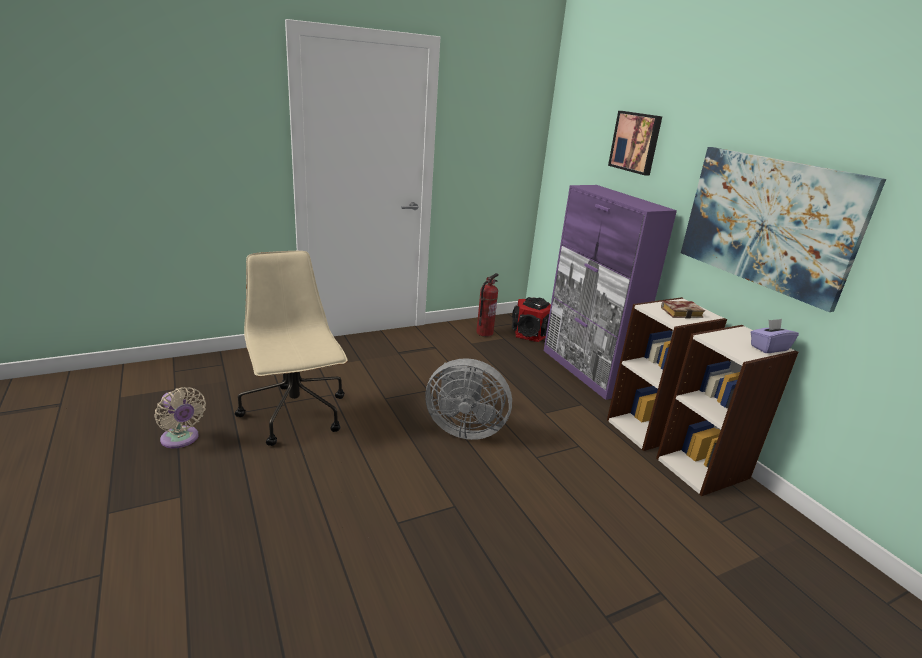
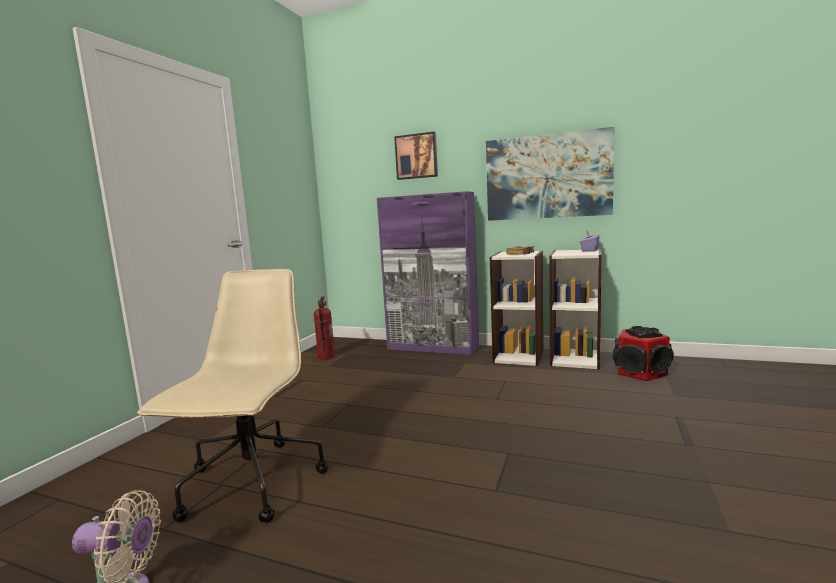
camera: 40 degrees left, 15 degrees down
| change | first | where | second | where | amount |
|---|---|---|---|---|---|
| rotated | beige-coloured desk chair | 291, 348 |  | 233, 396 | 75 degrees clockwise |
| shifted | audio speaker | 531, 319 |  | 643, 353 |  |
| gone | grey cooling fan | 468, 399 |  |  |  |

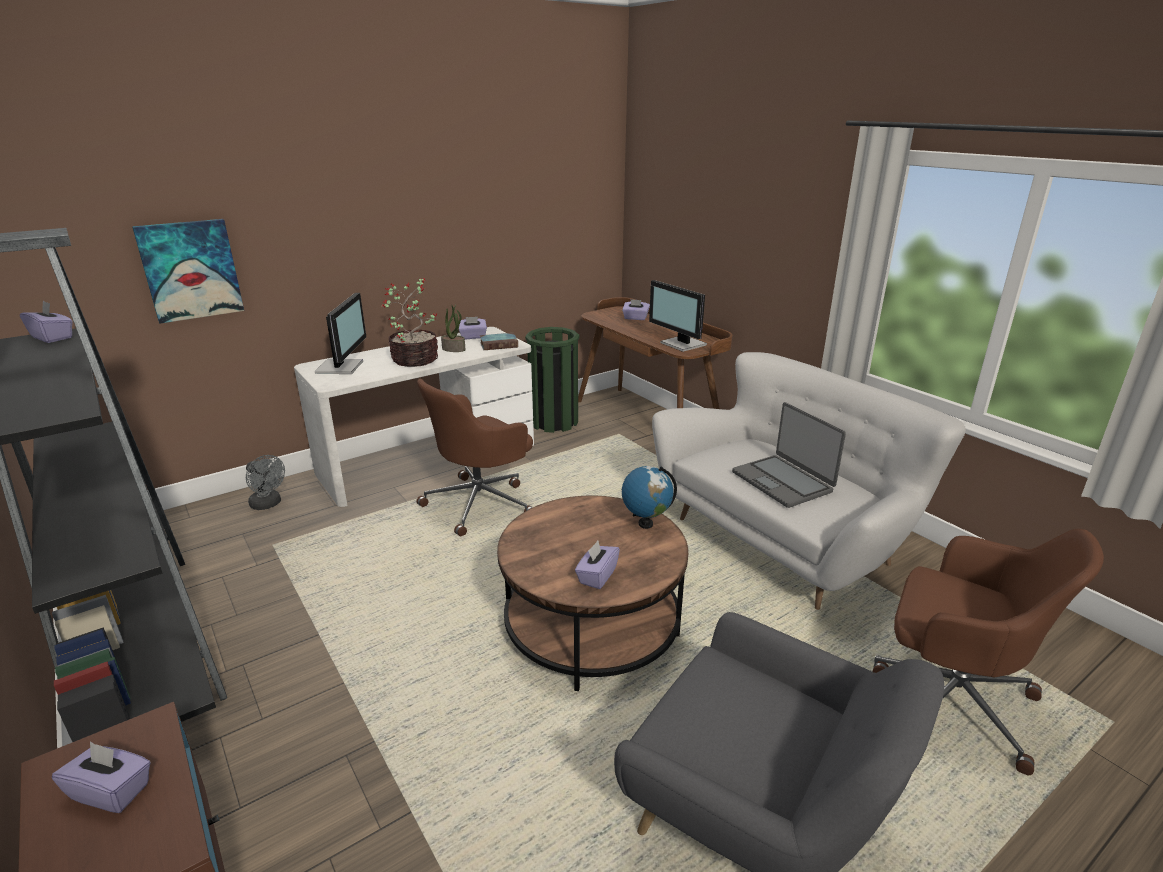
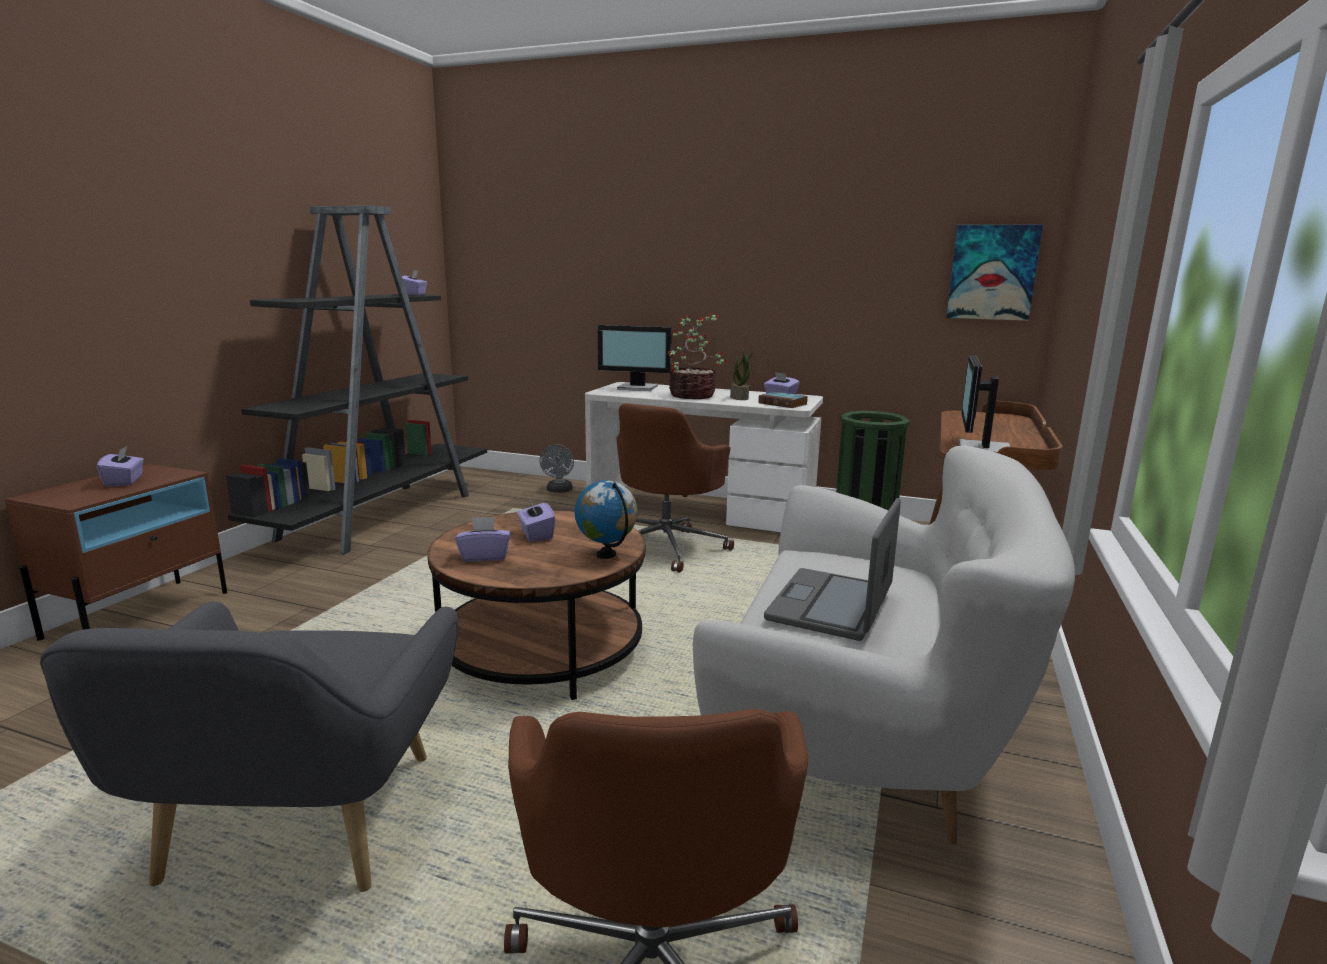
camera: 55 degrees right, 10 degrees down
| change | first | where | second | where | amount |
|---|---|---|---|---|---|
| shifted | purple box of tissues | 636, 309 |  | 536, 519 |  |
| rotated | monitor | 340, 333 |  | 635, 358 | 45 degrees clockwise |
| rotated | brown desk chair | 474, 458 |  | 675, 488 | 75 degrees counterclockwise |
| shifted | picture | 188, 271 |  | 994, 273 |  |

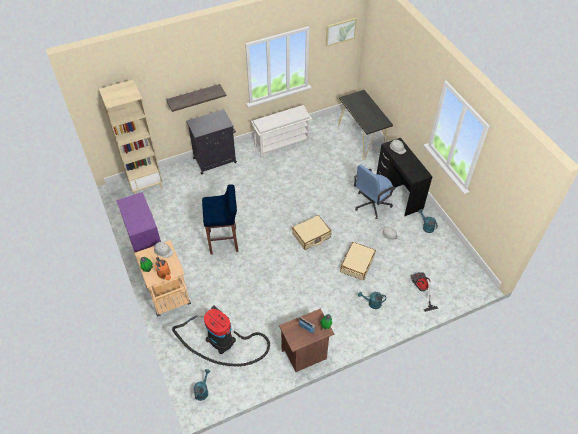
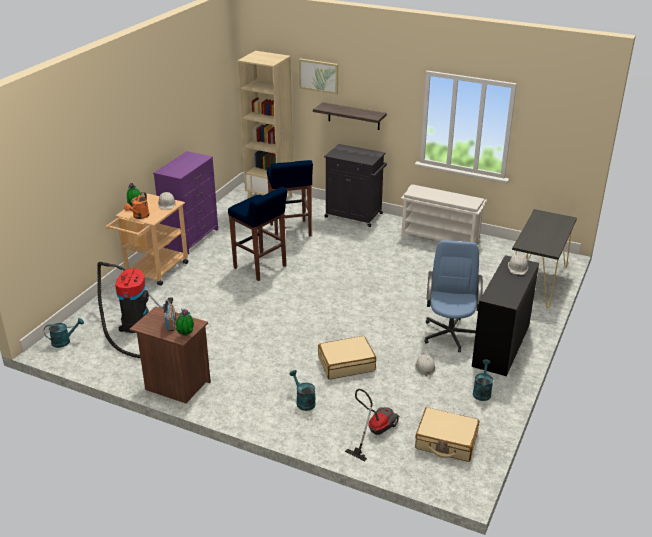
camera: 50 degrees right, 20 degrees down
| change | first | where | second | where | amount |
|---|---|---|---|---|---|
| new |  |  | blue-coloured stool seat | 290, 200 |  |
| shifted | picture | 341, 32 |  | 318, 76 |  |
| shifted | beige-coloured suitcase | 311, 232 |  | 447, 434 |  |
| rotated | blue-coloured desk chair | 374, 192 |  | 453, 296 | 90 degrees clockwise |

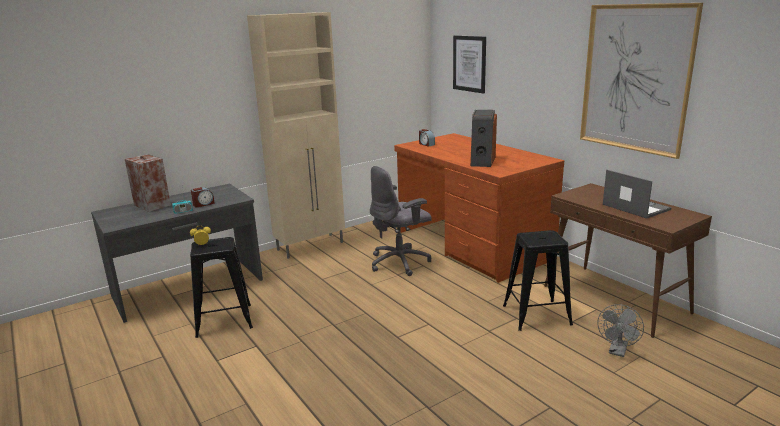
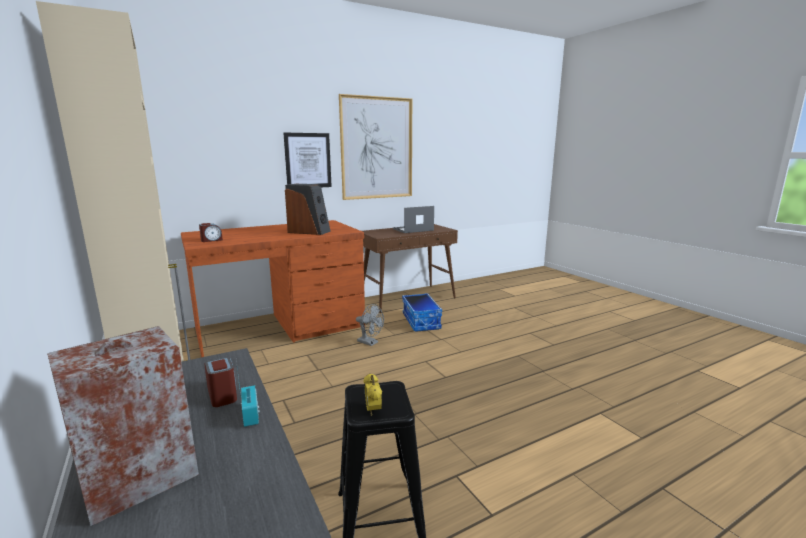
camera: 85 degrees left, 5 degrees down
| change | first | where | second | where | amount |
|---|---|---|---|---|---|
| shifted | picture | 469, 64 |  | 308, 160 |  |
| shifted | grey cooling fan | 621, 330 |  | 370, 325 |  |
| swapped | black stool seat | 538, 280 | storage container | 422, 312 |  |
| gone | grey desk chair | 400, 221 |  |  |  |

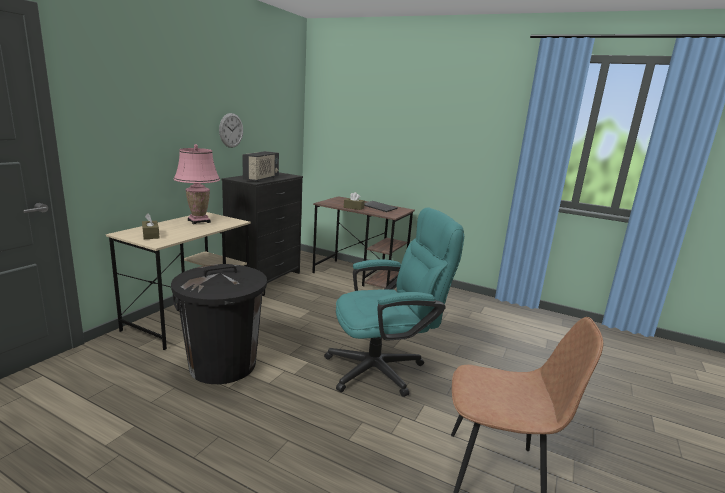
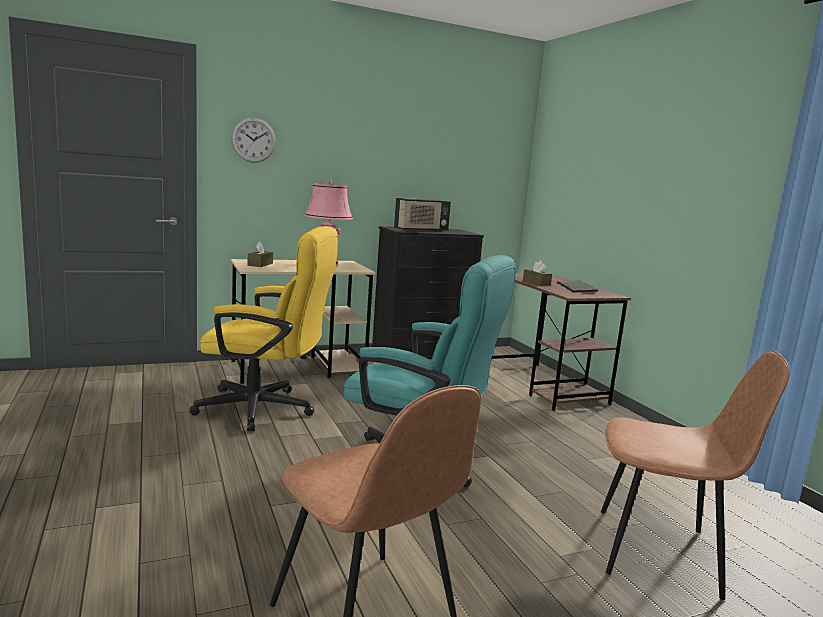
camera: 40 degrees right, 5 degrees down
| change | first | where | second | where | amount |
|---|---|---|---|---|---|
| swapped | black rubbish bin | 219, 324 | yellowish desk chair | 263, 328 |  |
| shifted | hanging clock | 231, 130 |  | 253, 140 |  |
| new |  |  | brown chair | 695, 475 |  |

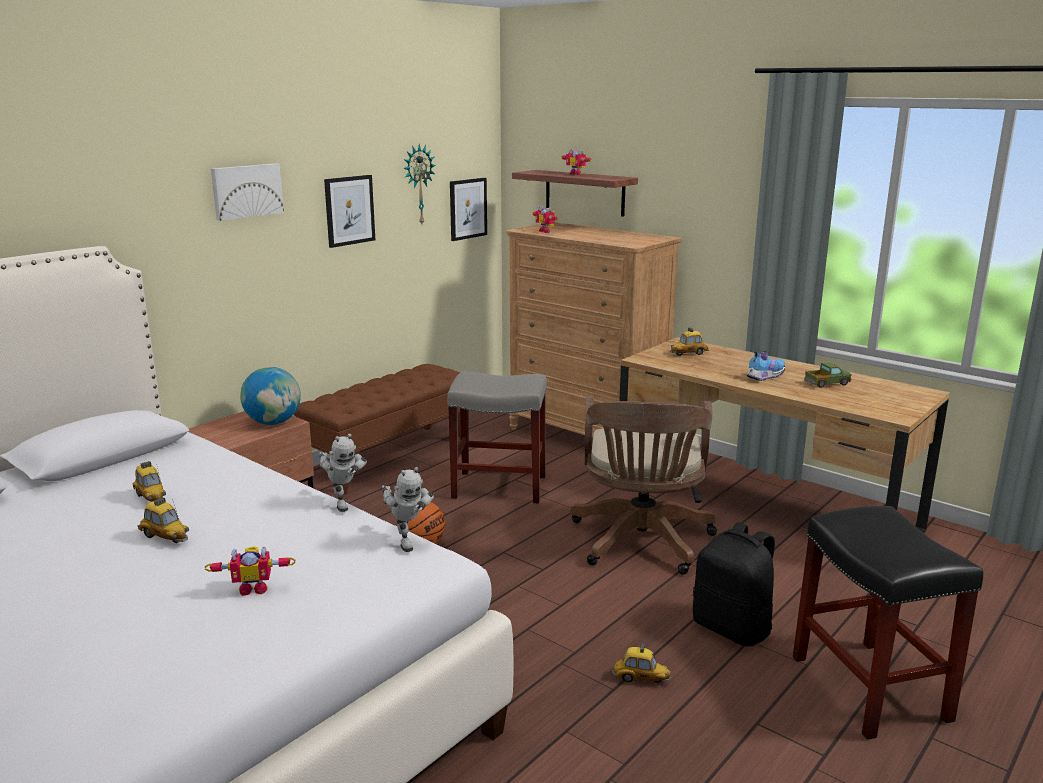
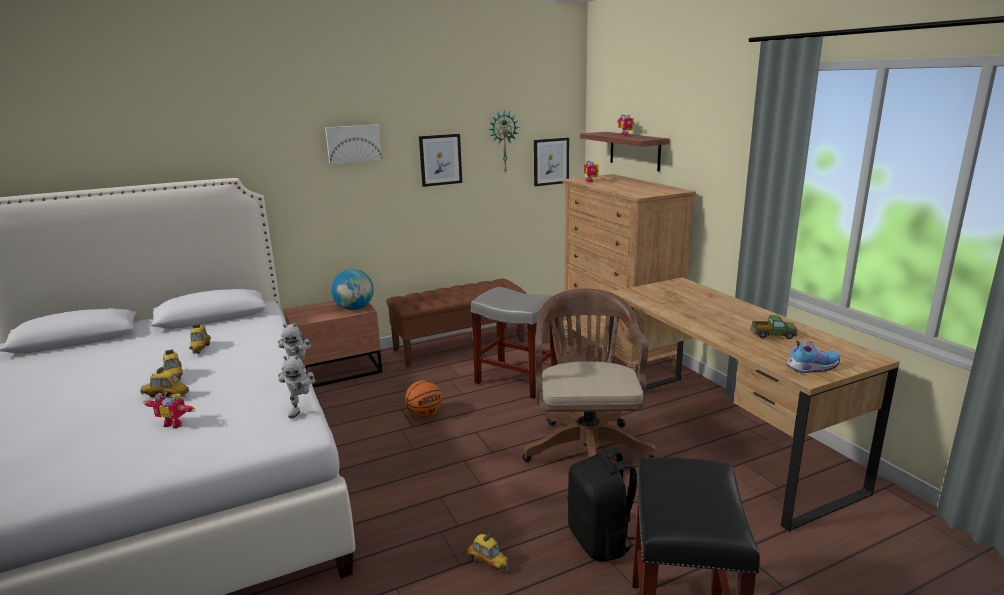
camera: 25 degrees right, 0 degrees up
| change | first | where | second | where | amount |
|---|---|---|---|---|---|
| shifted | miniature car | 689, 341 |  | 164, 382 |  |
| rotated | brown desk chair | 643, 485 |  | 589, 375 | 150 degrees clockwise |
| shifted | shoe | 765, 366 |  | 813, 357 |  |

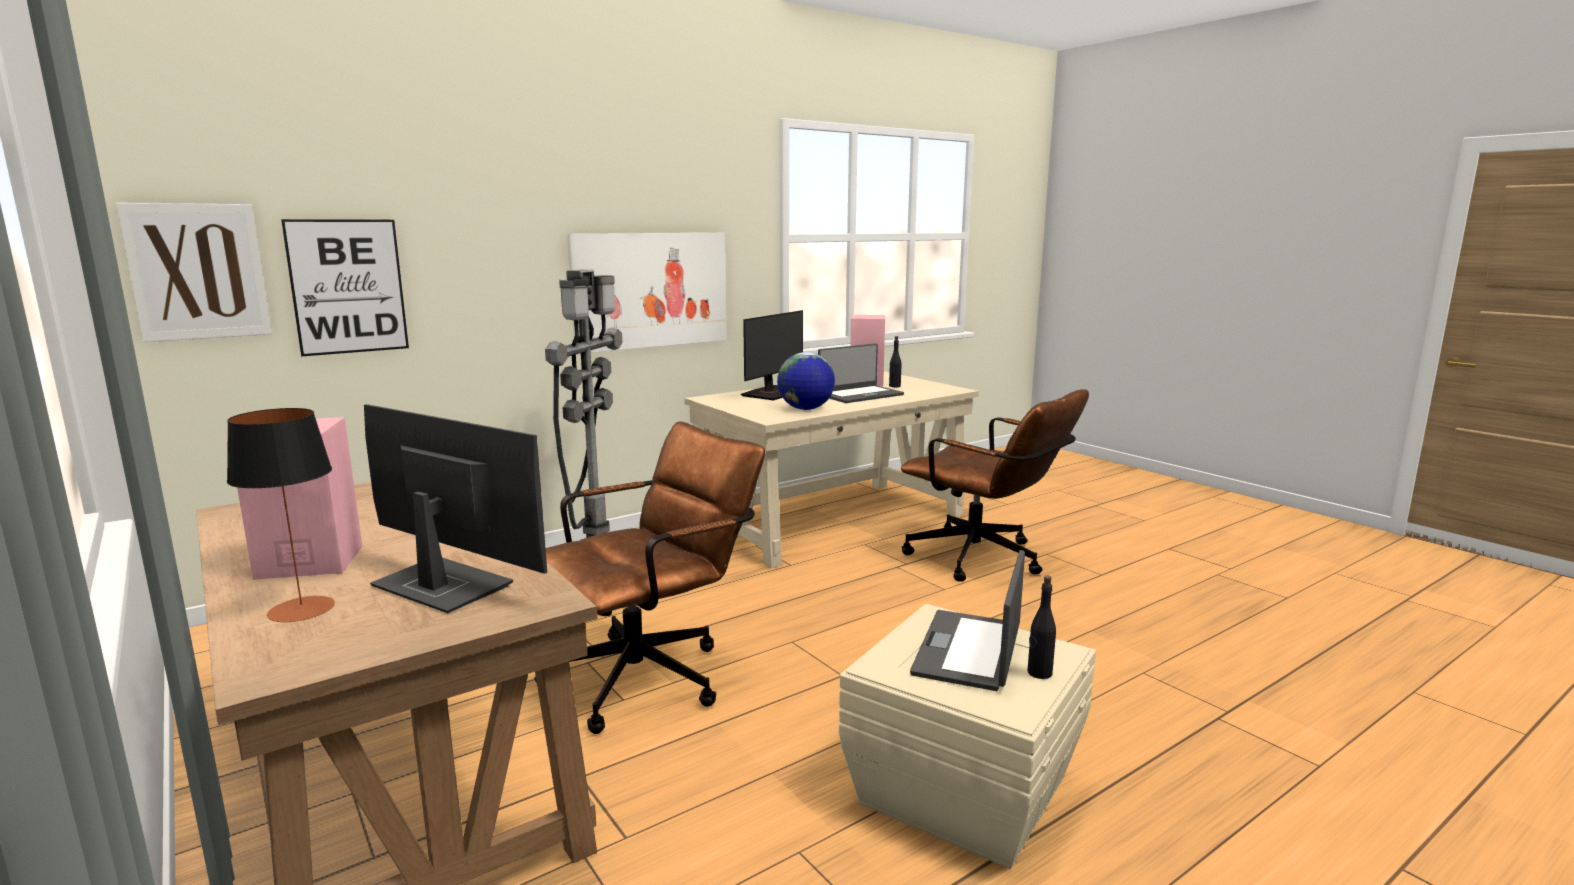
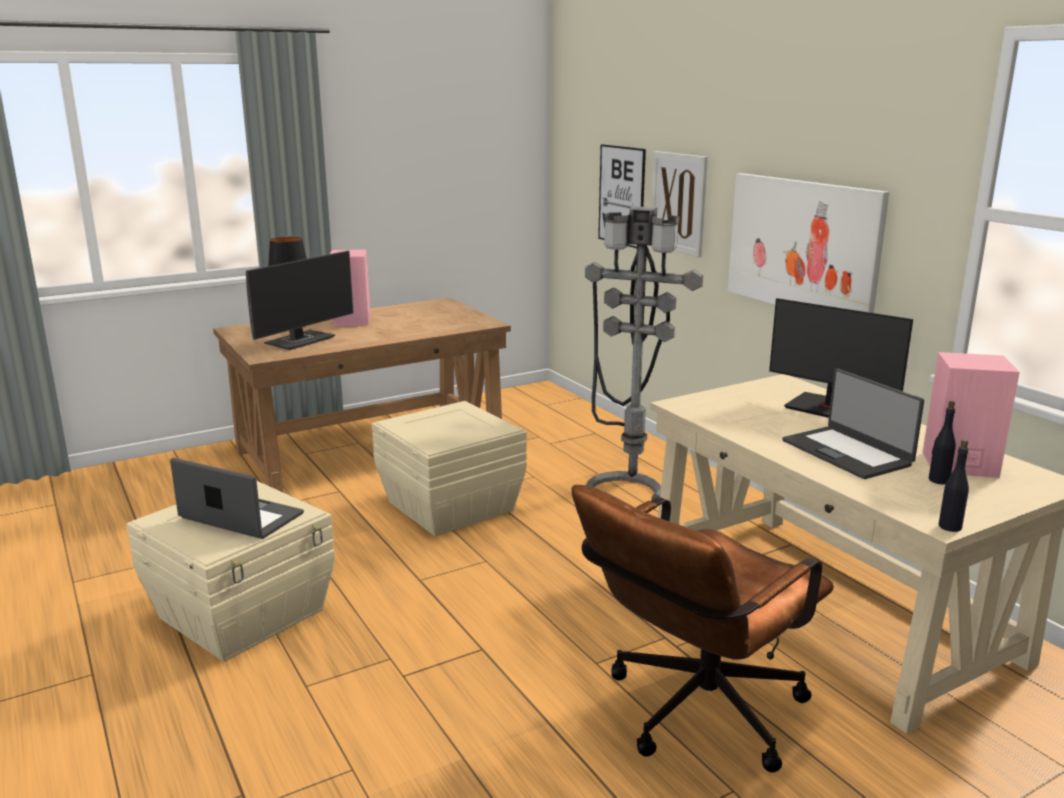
camera: 95 degrees right, 5 degrees up
| change | first | where | second | where | amount |
|---|---|---|---|---|---|
| swapped | brown desk chair | 649, 577 | beige-coloured storage container | 449, 468 |  |
| shifted | picture | 194, 272 |  | 679, 204 |  |
| shifted | black drink bottle | 1042, 627 |  | 954, 486 |  |
| gone | globe | 806, 381 |  |  |  |

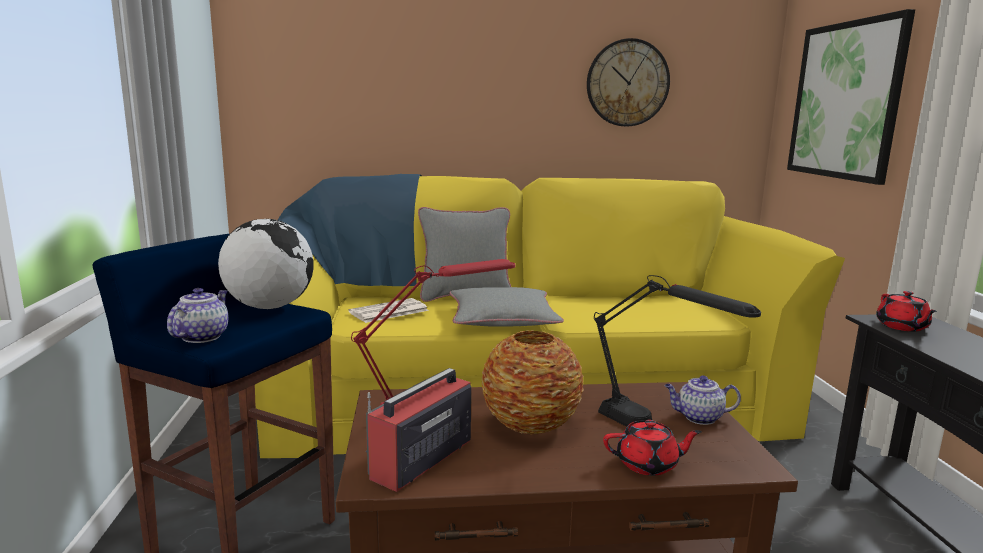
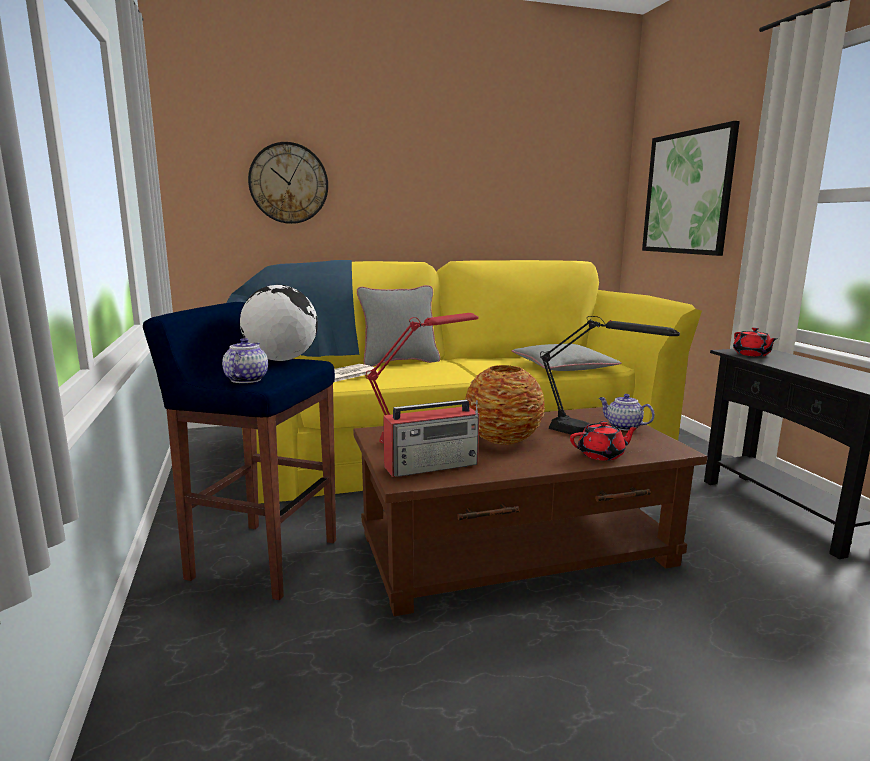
camera: 10 degrees left, 0 degrees up
| change | first | where | second | where | amount |
|---|---|---|---|---|---|
| shifted | hanging clock | 628, 82 |  | 288, 183 |  |
| rotated | radio set | 418, 430 |  | 431, 438 | 135 degrees counterclockwise |
| shifted | grey pillow | 507, 307 |  | 567, 357 |  |
| rotated | tea pot | 702, 400 |  | 627, 412 | 45 degrees clockwise |

